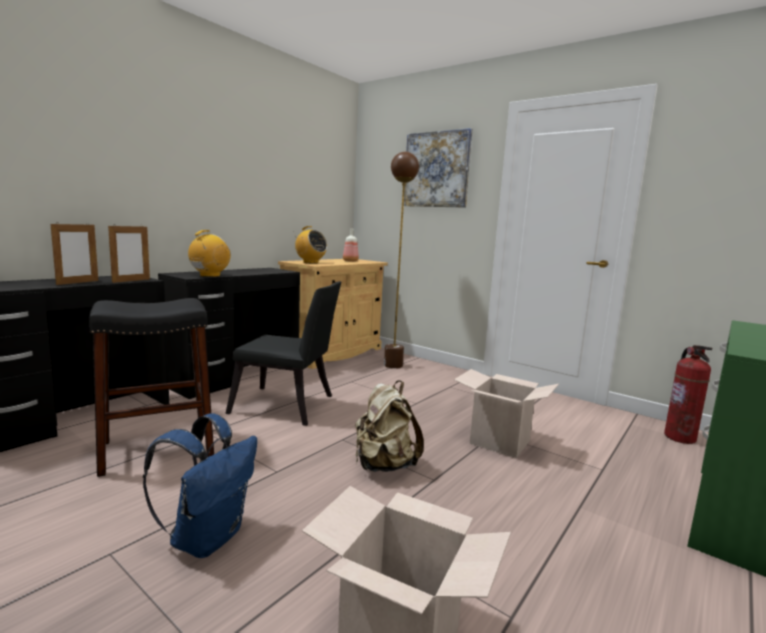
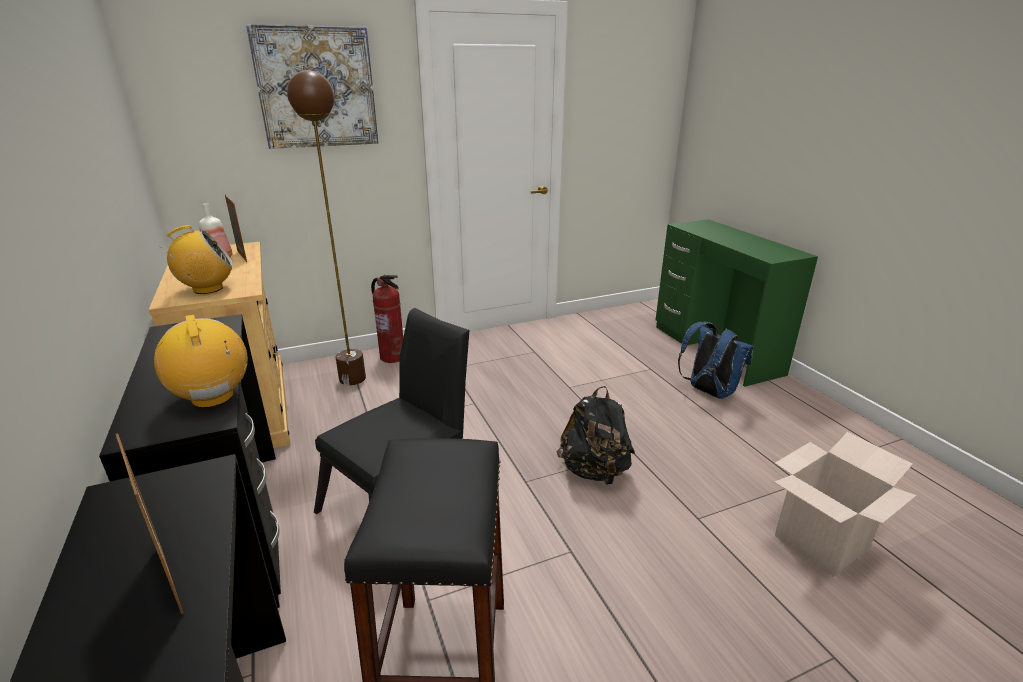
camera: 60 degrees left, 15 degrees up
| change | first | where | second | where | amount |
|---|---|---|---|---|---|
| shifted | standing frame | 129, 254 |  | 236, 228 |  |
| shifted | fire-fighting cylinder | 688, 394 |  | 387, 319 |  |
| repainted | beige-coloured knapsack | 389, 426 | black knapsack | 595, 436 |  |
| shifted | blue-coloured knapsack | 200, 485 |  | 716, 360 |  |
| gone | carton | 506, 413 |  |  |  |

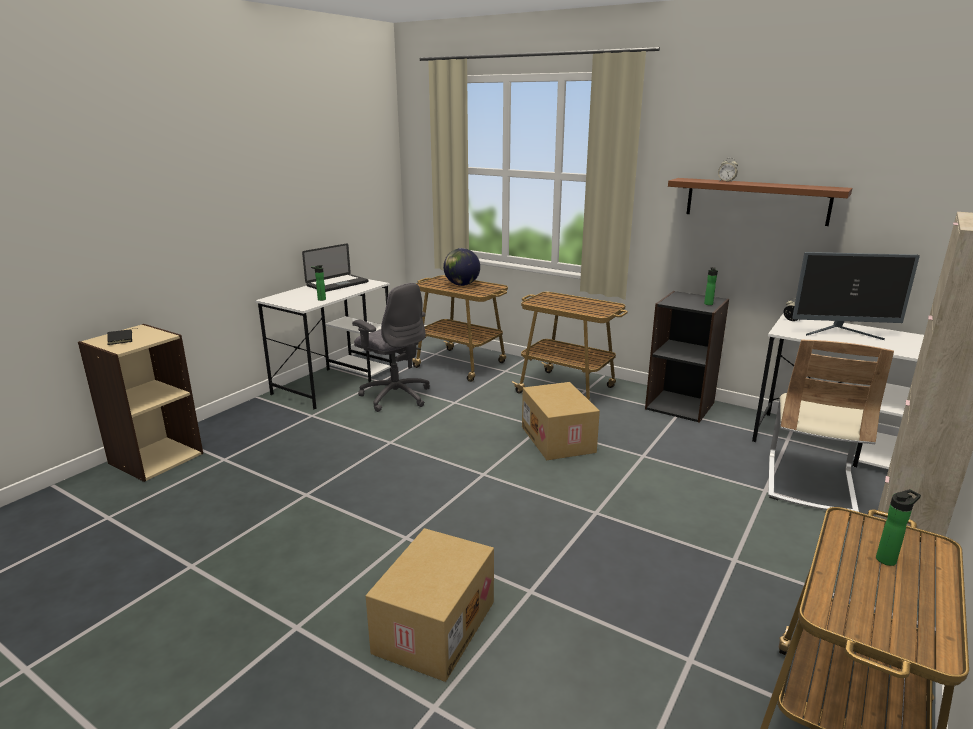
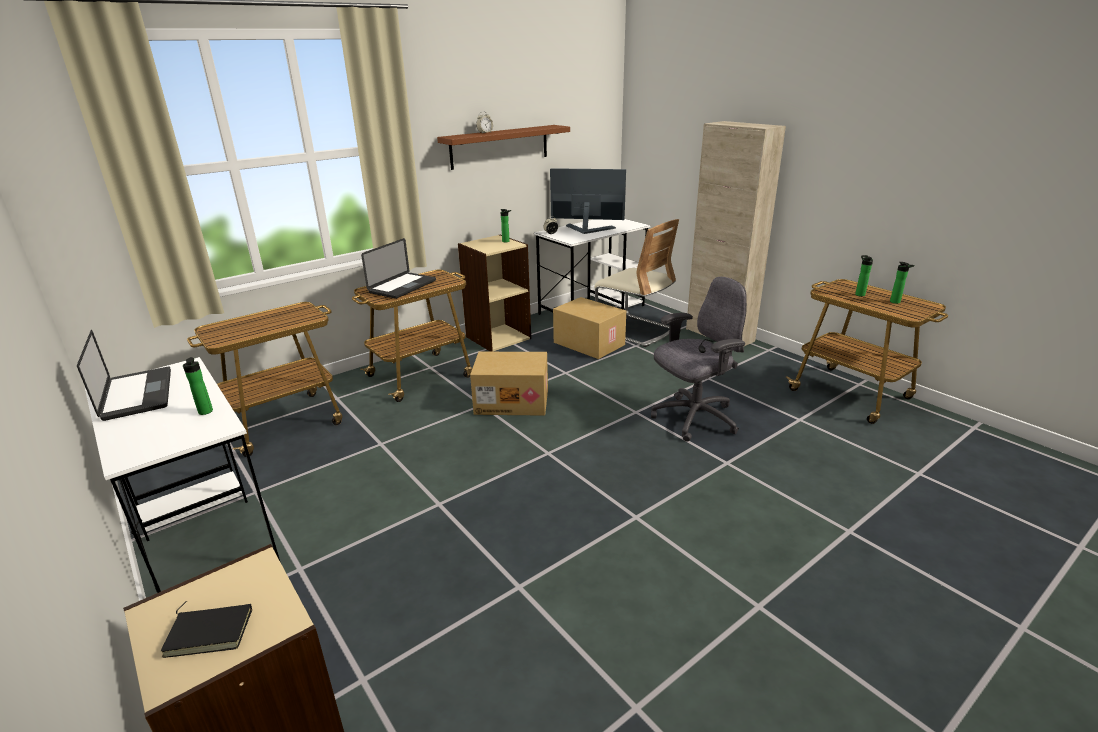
camera: 70 degrees left, 5 degrees up
| change | first | where | second | where | amount |
|---|---|---|---|---|---|
| new |  |  | portable computer | 398, 268 |  |
| repainted | black bookcase | 687, 357 | beige-coloured bookcase | 494, 293 |  |
| rotated | monitor | 856, 296 |  | 588, 201 | 105 degrees counterclockwise |
| shifted | carton | 430, 605 |  | 589, 328 |  |
| shifted | grey desk chair | 391, 347 |  | 699, 359 |  |
| new |  |  | drink bottle | 902, 283 |  |
| gone | globe | 461, 267 |  |  |  |

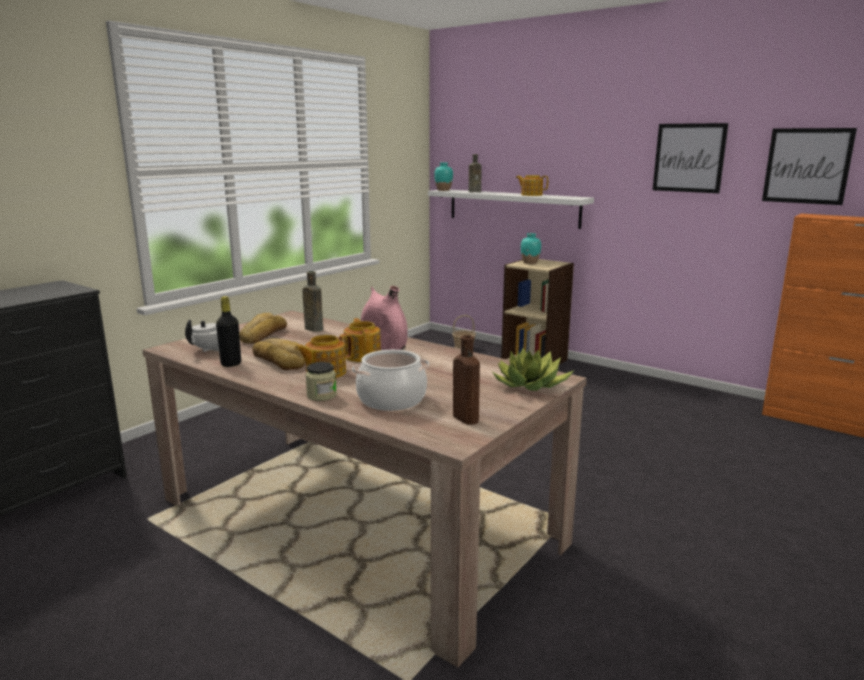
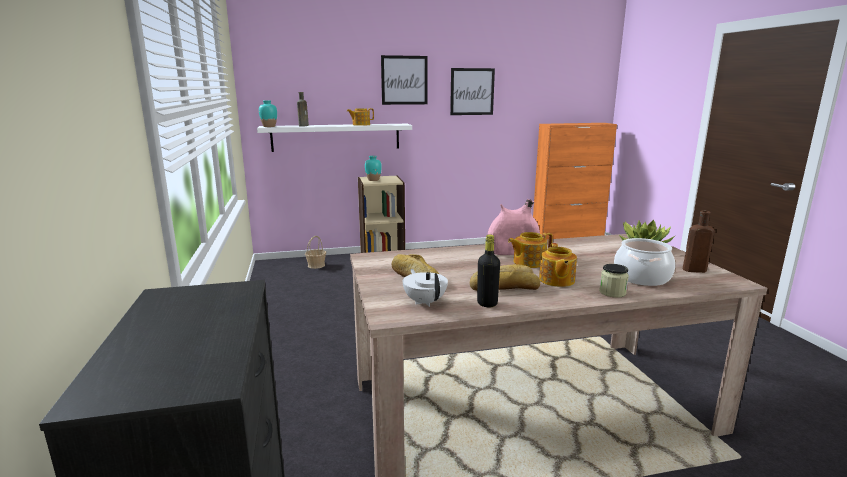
camera: 50 degrees left, 0 degrees up
| change | first | where | second | where | amount |
|---|---|---|---|---|---|
| shifted | picture | 809, 166 |  | 404, 80 |  |
| rotated | tea pot | 362, 340 |  | 530, 250 | 45 degrees counterclockwise |
| gone | brown drink bottle | 312, 301 |  |  |  |

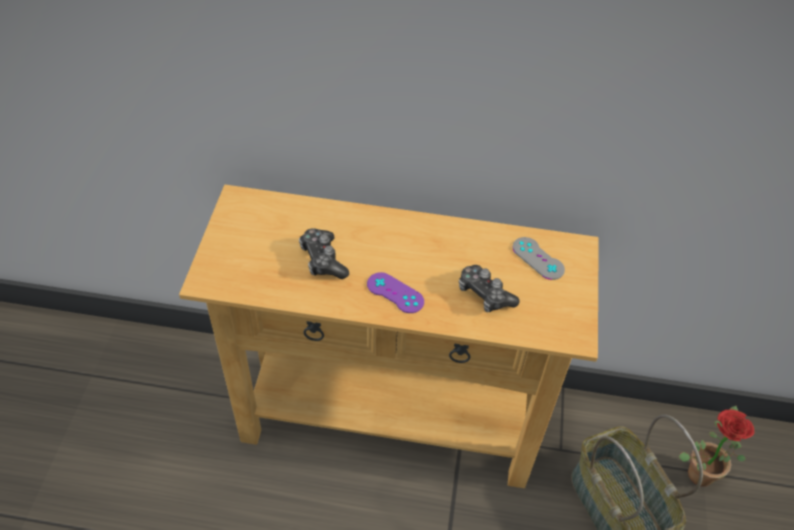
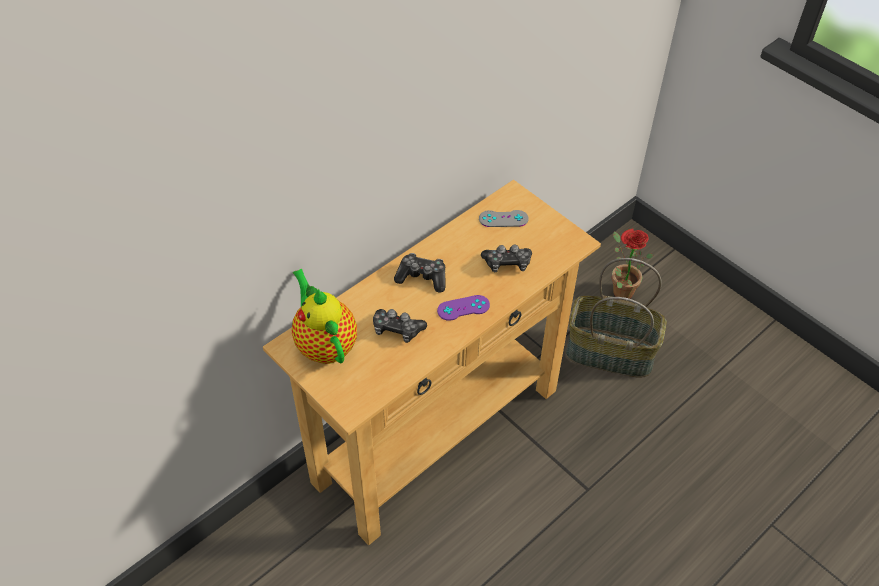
camera: 50 degrees left, 0 degrees up
| change | first | where | second | where | amount |
|---|---|---|---|---|---|
| new |  |  | tea pot | 324, 316 |  |
| new |  |  | game controller | 419, 273 |  |

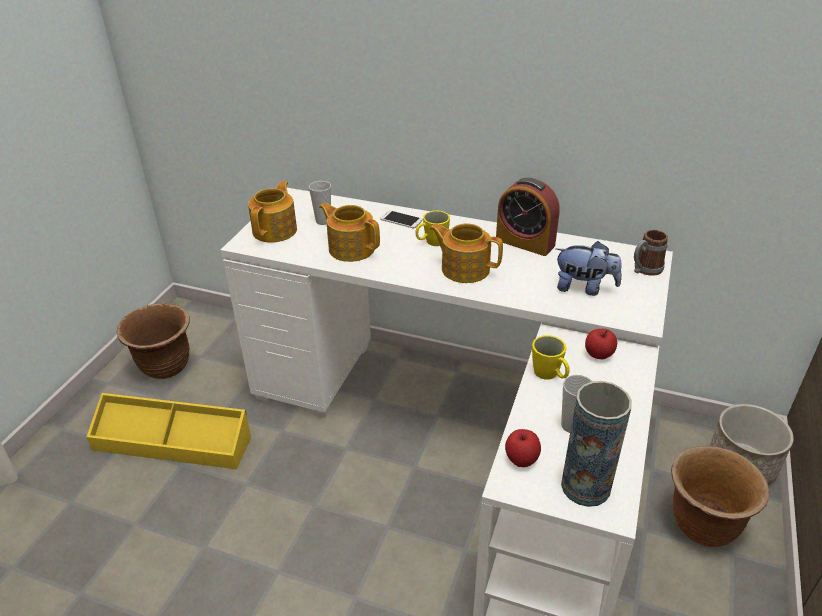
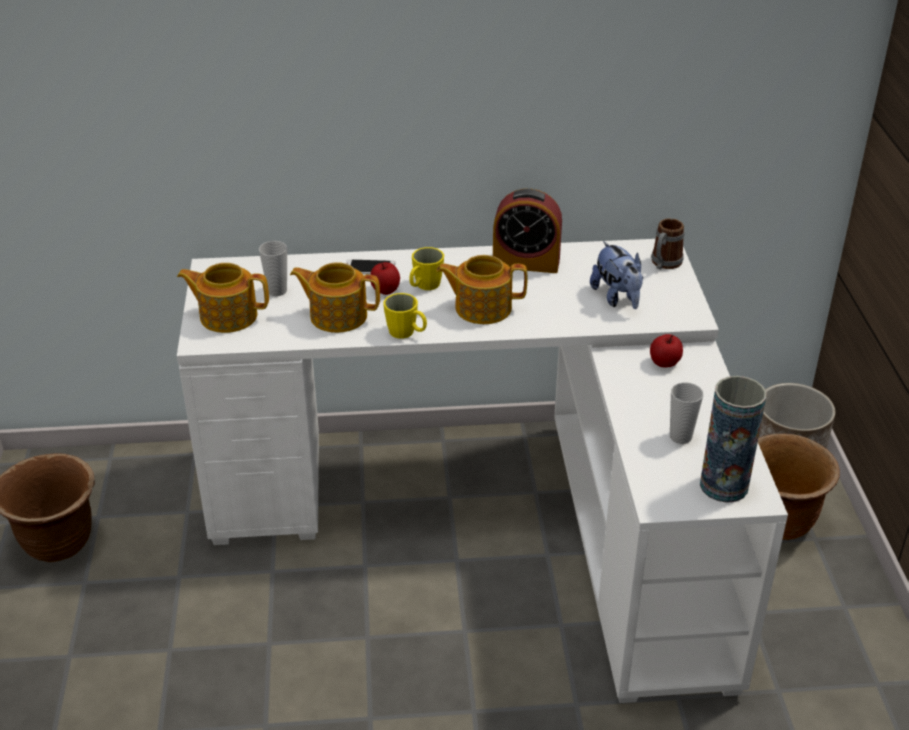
camera: 25 degrees left, 0 degrees up
| change | first | where | second | where | amount |
|---|---|---|---|---|---|
| rotated | tea pot | 272, 212 |  | 223, 298 | 75 degrees counterclockwise |
| shifted | whole apple | 523, 448 |  | 385, 278 |  |
| shifted | yellowish tea mug | 551, 357 |  | 405, 316 |  |
| rotated | soft toy | 589, 268 |  | 616, 275 | 75 degrees clockwise |
| gone | yellowish storage container | 168, 431 |  |  |  |

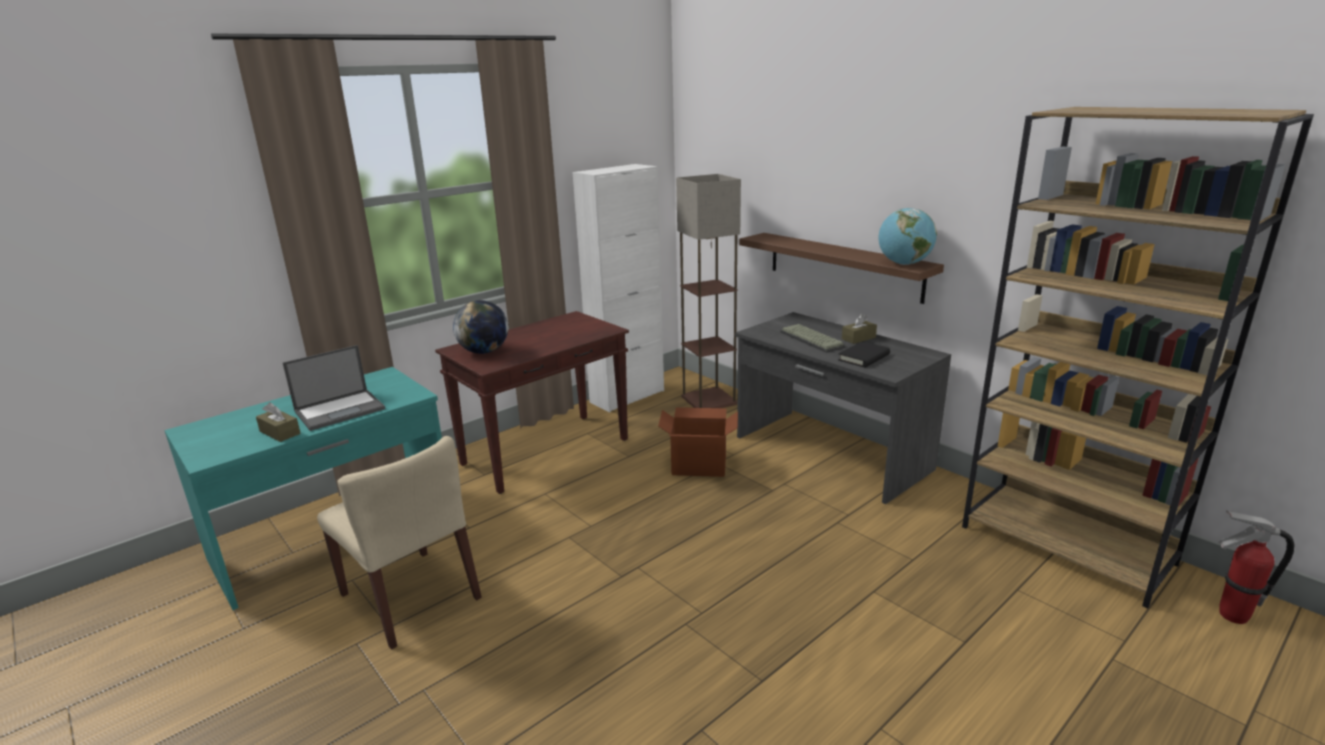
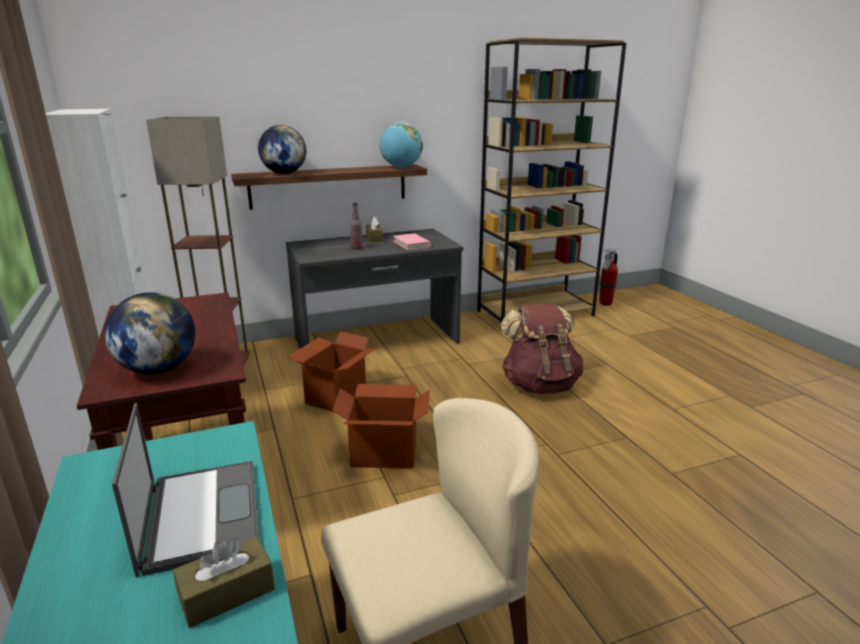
camera: 70 degrees left, 0 degrees up
| change | first | where | second | where | amount |
|---|---|---|---|---|---|
| new |  |  | globe | 282, 149 |  |
| new |  |  | carton | 381, 426 |  |
| swapped | PC keyboard | 813, 338 | drink bottle | 356, 226 |  |
| repainted | black volume | 864, 354 | pink-coloured volume | 412, 241 |  |
| new |  |  | brown knapsack | 542, 348 |  |

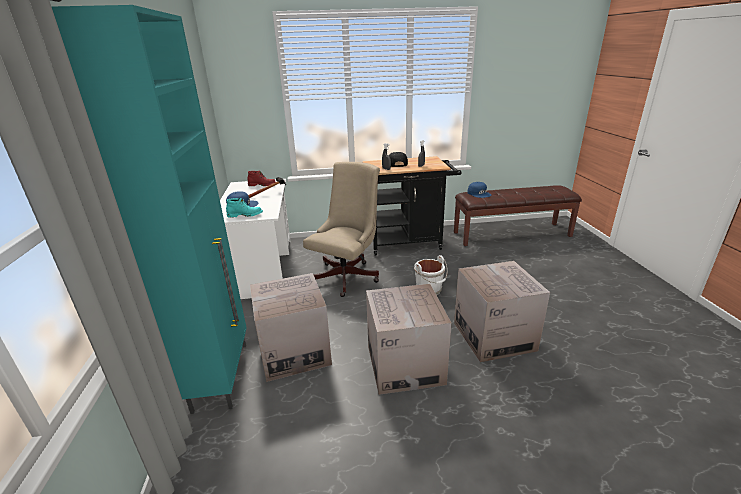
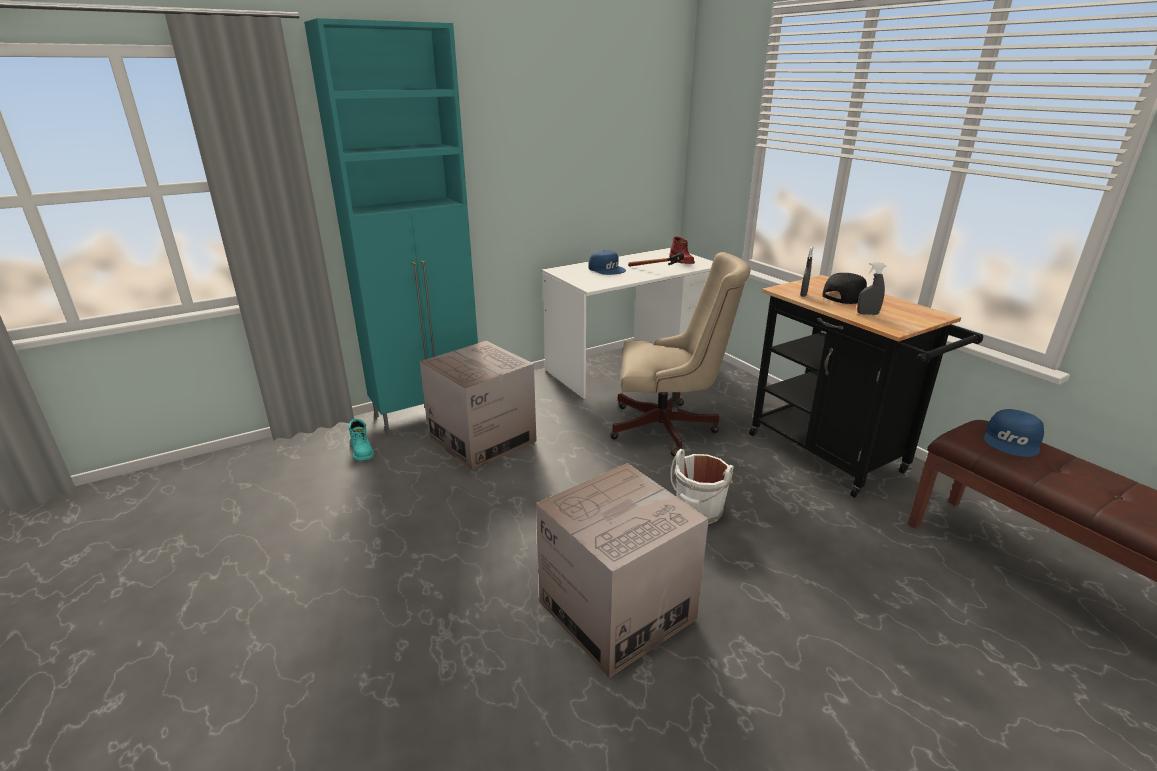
camera: 65 degrees right, 0 degrees up
| change | first | where | second | where | amount |
|---|---|---|---|---|---|
| shifted | turquoise-coloured tall boot | 244, 208 |  | 361, 440 |  |
| gone | carton | 409, 339 |  |  |  |

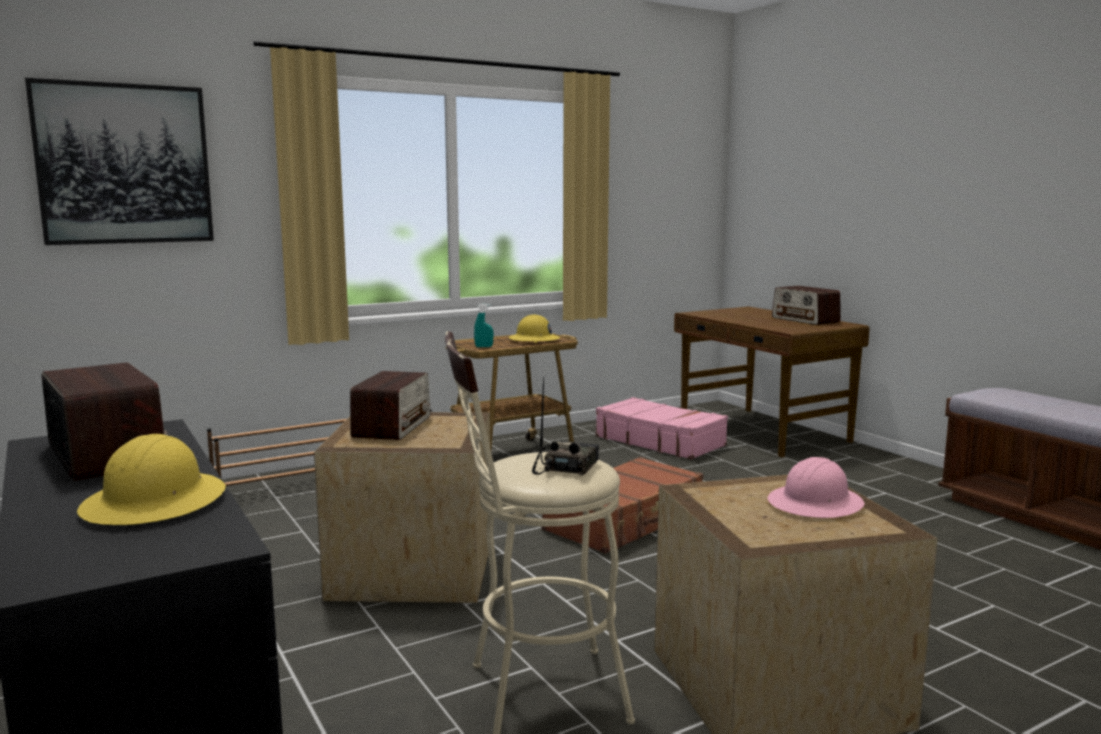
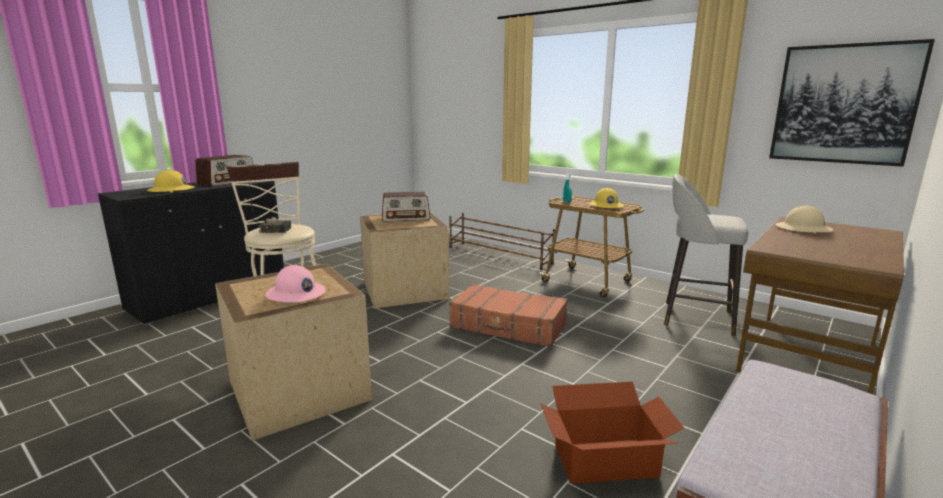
camera: 70 degrees right, 5 degrees up
| change | first | where | second | where | amount |
|---|---|---|---|---|---|
| new |  |  | carton | 612, 433 |  |
| swapped | pink-coloured suitcase | 662, 428 | grey stool seat | 706, 255 |  |
| shifted | picture | 119, 161 |  | 852, 103 |  |
| new |  |  | beige-coloured work helmet | 804, 220 |  |
| gone | radio set | 806, 305 |  |  |  |

